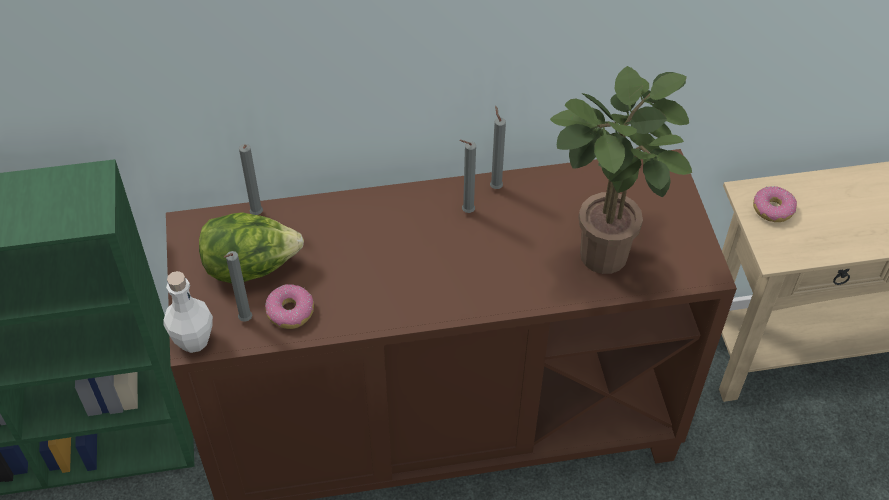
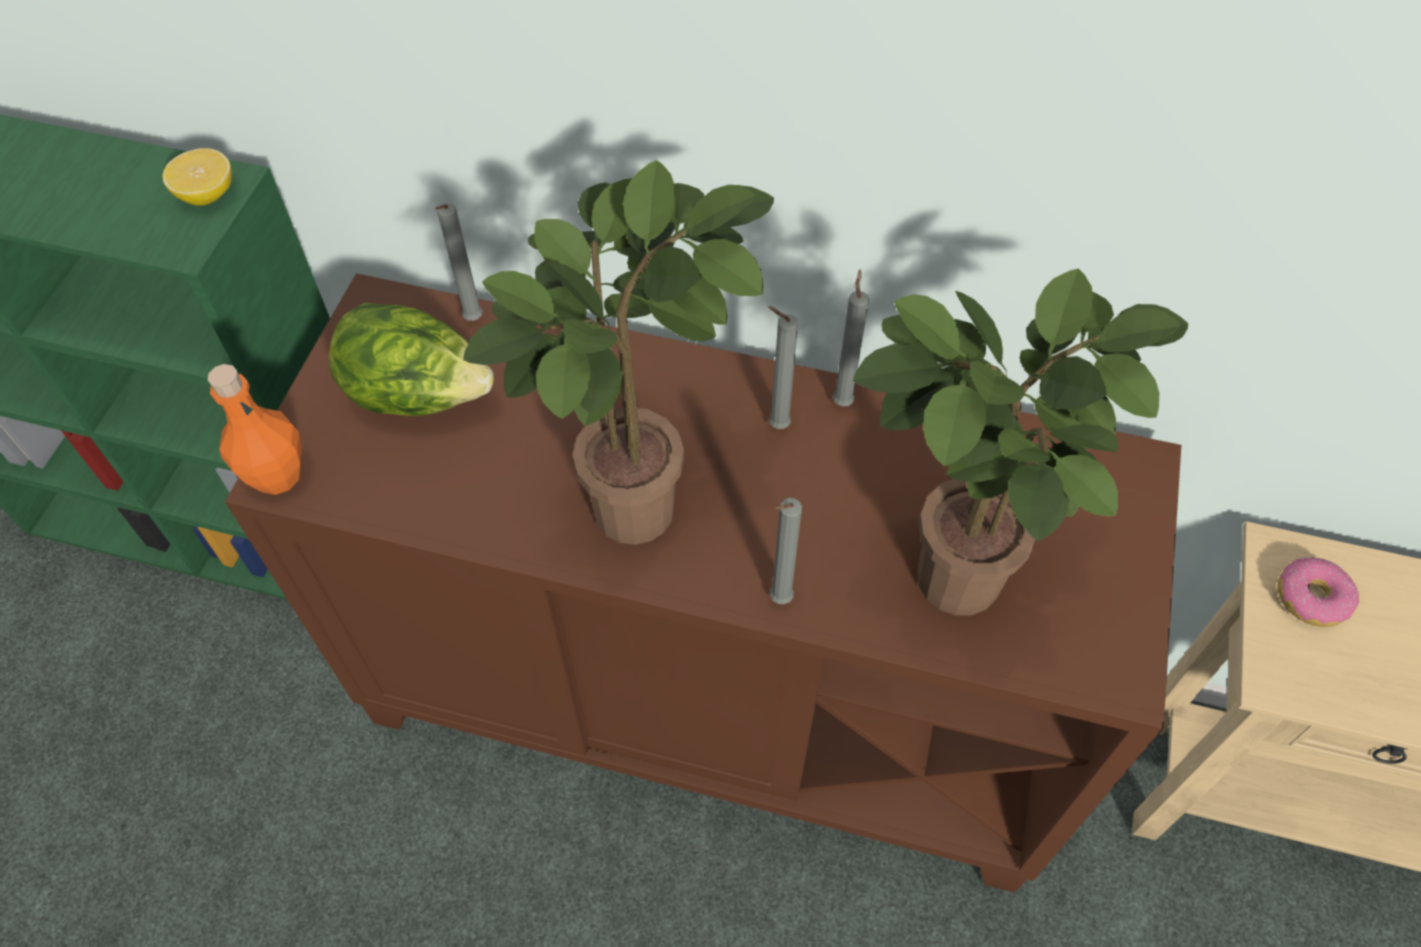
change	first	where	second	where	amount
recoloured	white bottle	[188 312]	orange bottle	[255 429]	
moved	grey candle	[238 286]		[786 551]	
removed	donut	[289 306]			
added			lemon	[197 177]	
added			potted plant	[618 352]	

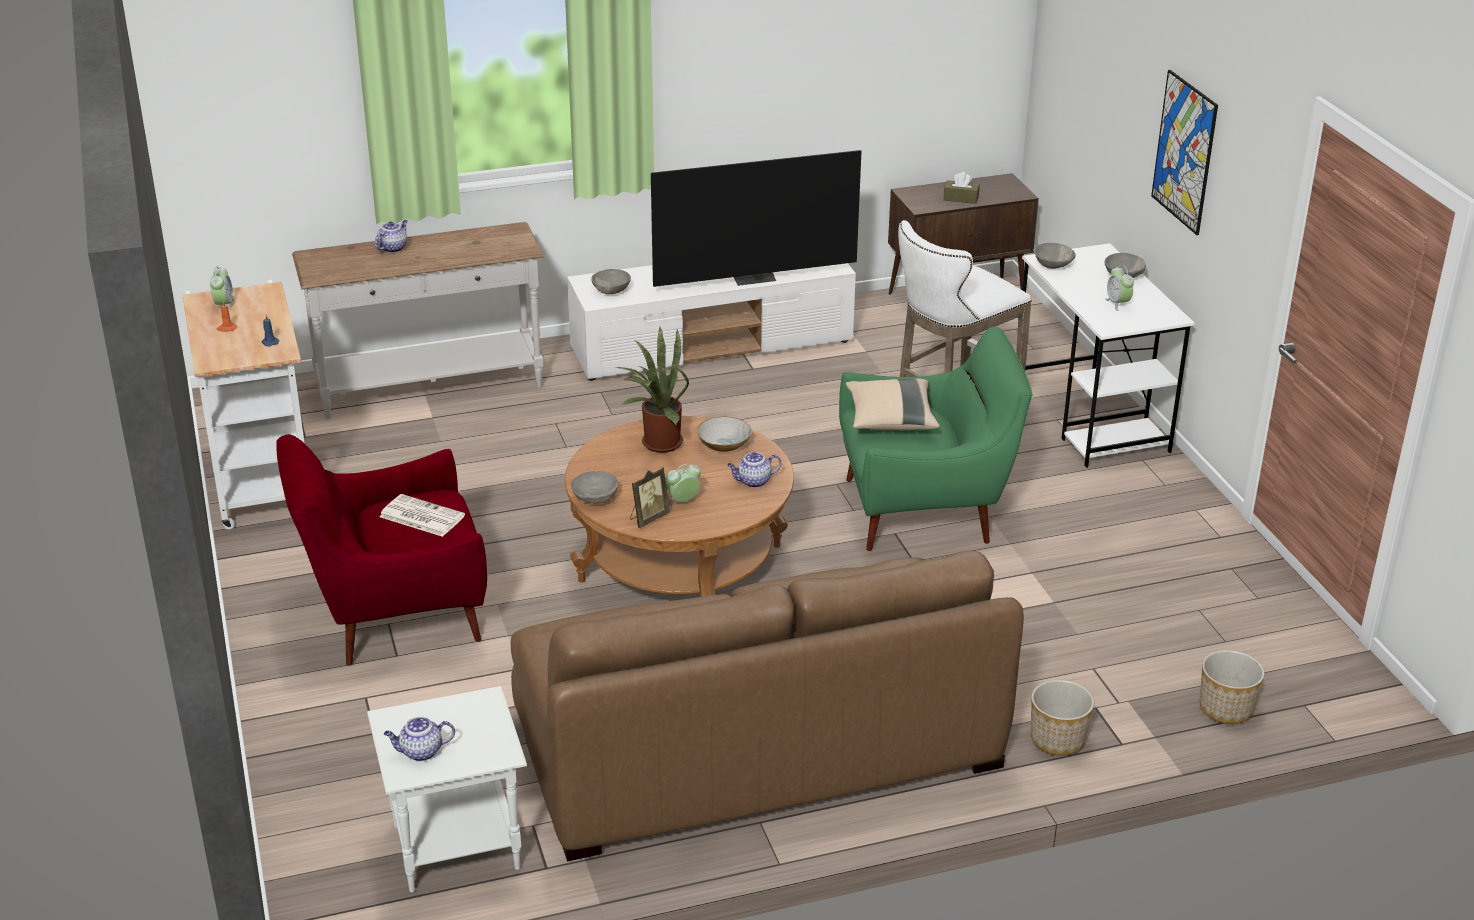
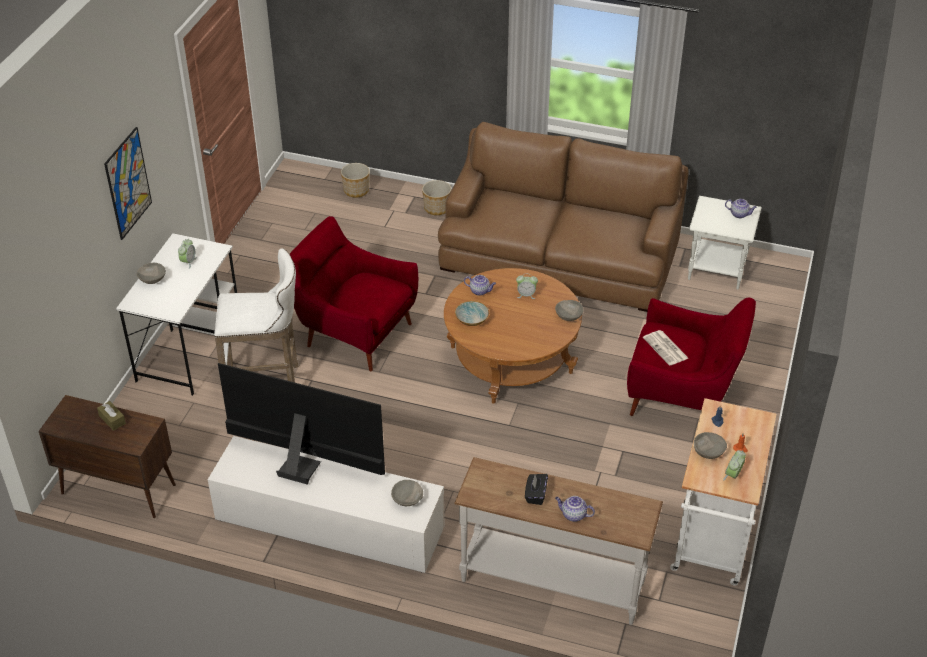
change	first	where	second	where	amount
turned	teapot	[391 236]		[575 509]	45 degrees clockwise
removed	potted plant	[652 390]			
removed	picture frame	[650 497]			
recoloured	green armchair	[936 439]	red armchair	[354 293]	
removed	beige pillow	[893 404]			
moved	grey bowl	[1055 256]		[710 445]	
added			black tissue box	[536 489]	

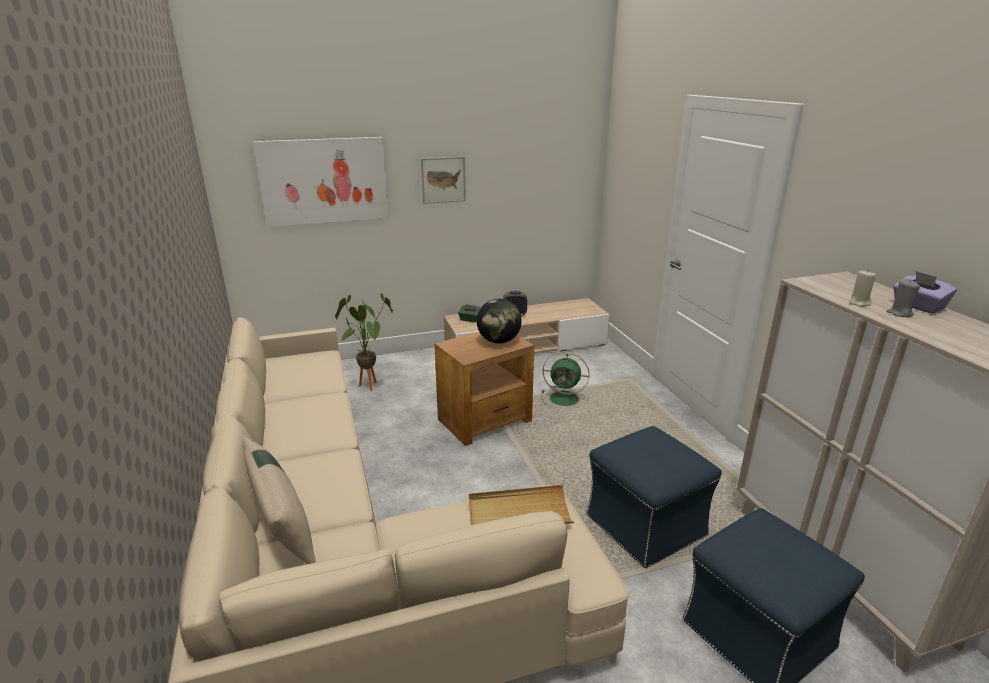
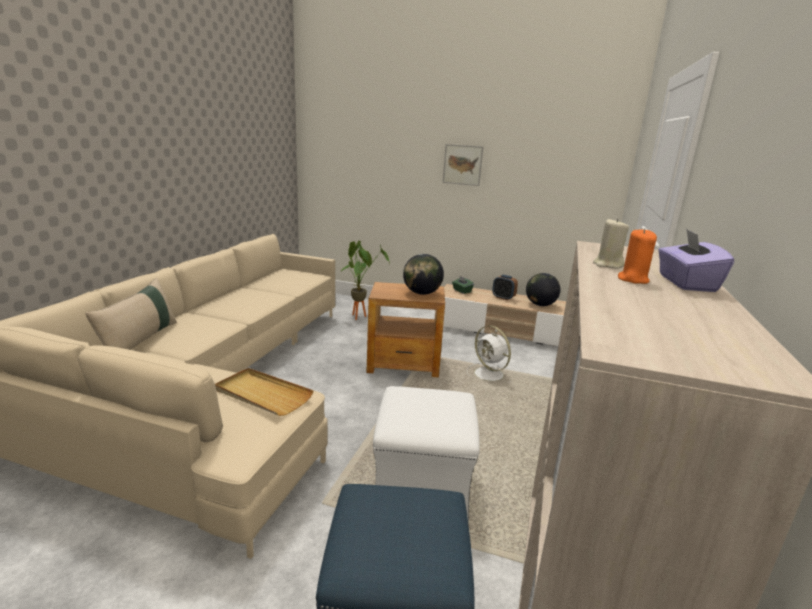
change	first	where	second	where	amount
removed	picture	[321 182]			
recoloured	green fan	[565 379]	white fan	[489 354]	
recoloured	blue ottoman	[654 497]	white ottoman	[426 454]	
recoloured	grey candle	[903 298]	orange candle	[637 256]	
added			globe	[543 289]	

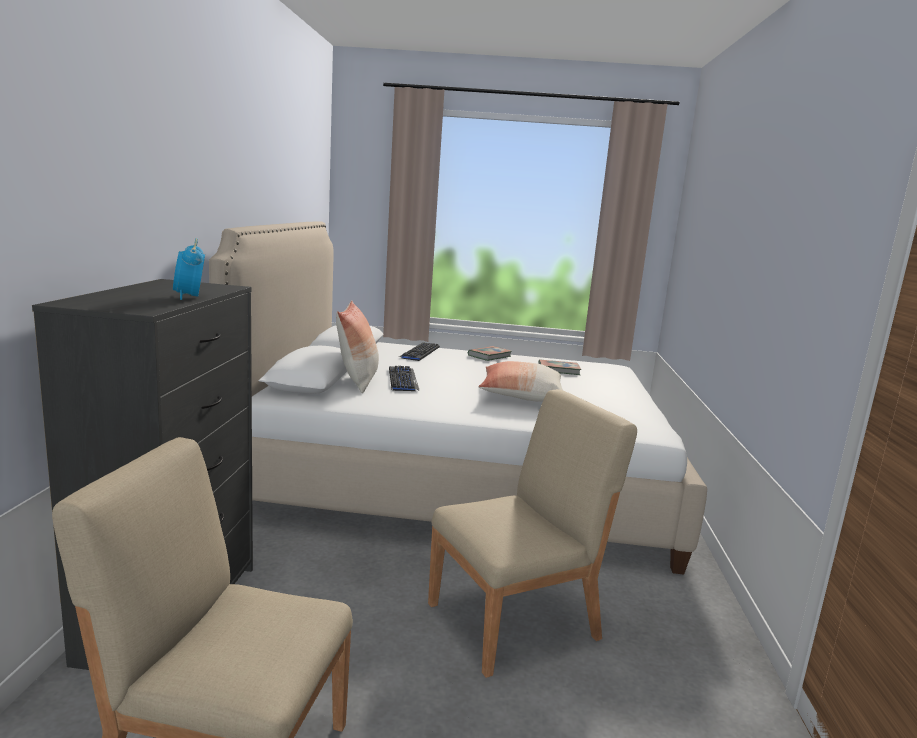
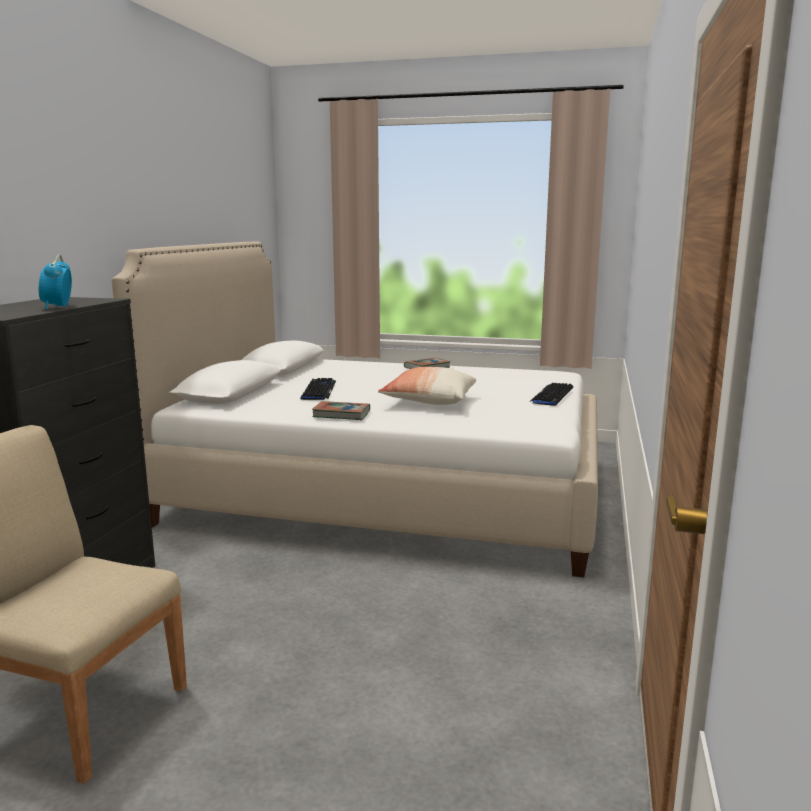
change	first	where	second	where	amount
removed	pillow	[357 346]			
moved	keyboard	[419 352]		[551 394]	
removed	beige chair	[532 533]			
moved	book	[559 367]		[341 410]	

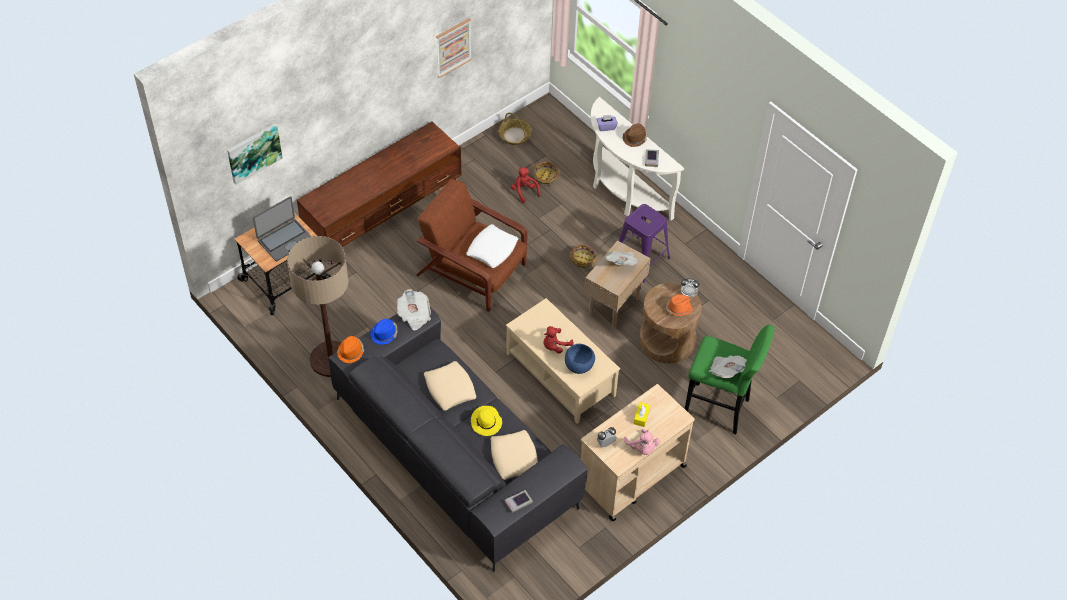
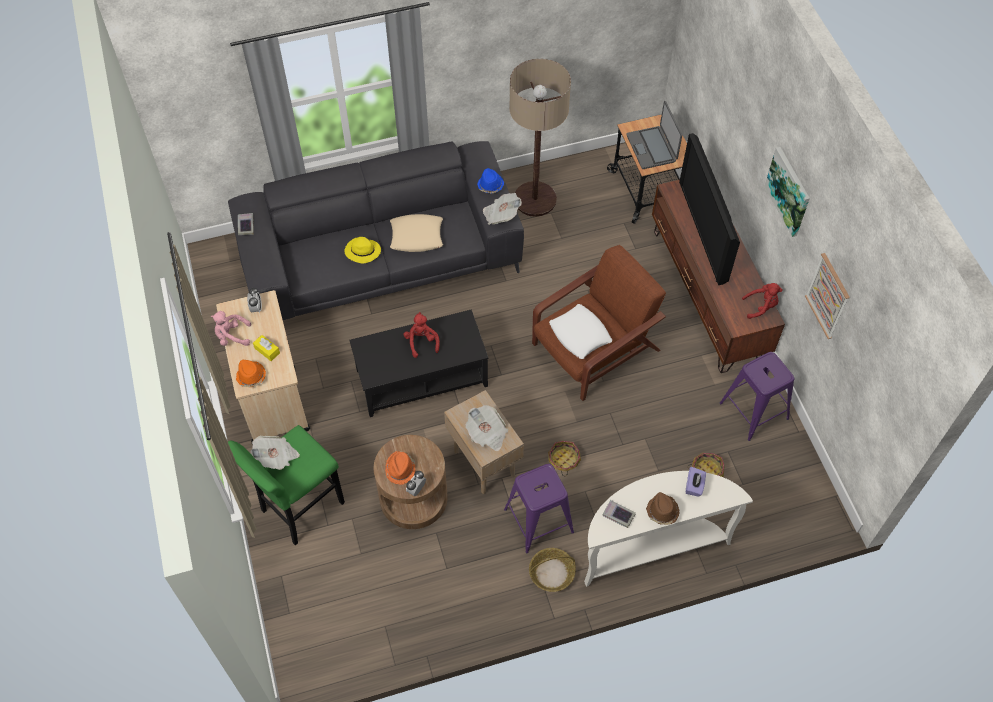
change	first	where	second	where	amount
moved	picture	[255 154]		[787 192]	
moved	orange hat	[350 349]		[251 373]	
removed	beige pillow	[514 455]			
moved	basket	[515 128]		[552 570]	
recoloured	beige coffee table	[563 361]	black coffee table	[418 363]	
moved	red plush toy	[525 184]		[762 301]	
removed	blue bowl	[580 359]			
added			television	[709 209]	
added			purple stool	[757 396]	

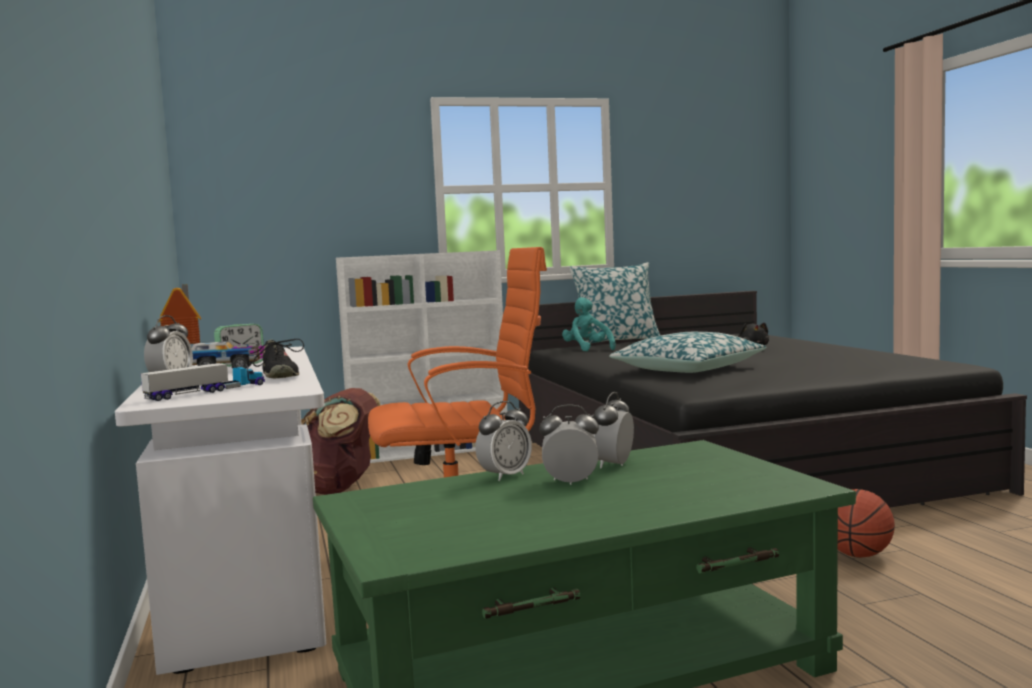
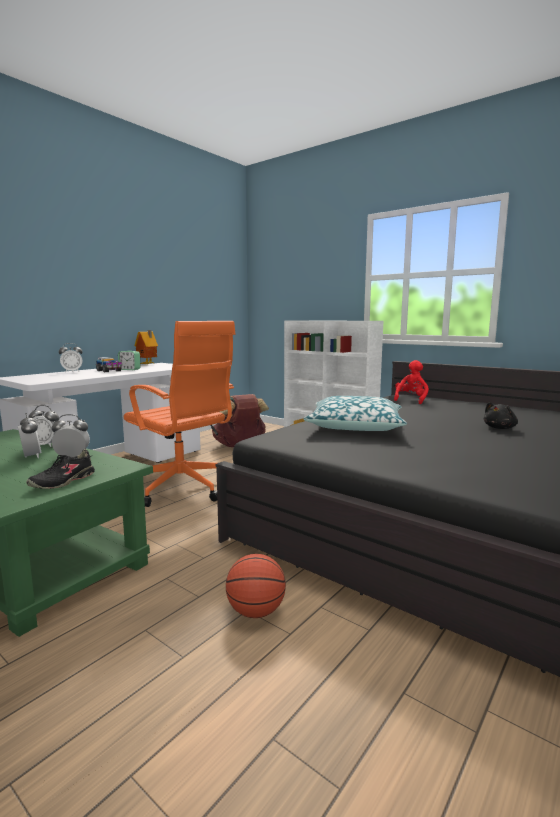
change	first	where	second	where	amount
removed	toy truck	[203 382]			
moved	black shoe	[274 358]		[60 469]	
recoloured	turquoise plush toy	[589 324]	red plush toy	[411 382]	
removed	pillow	[615 303]			

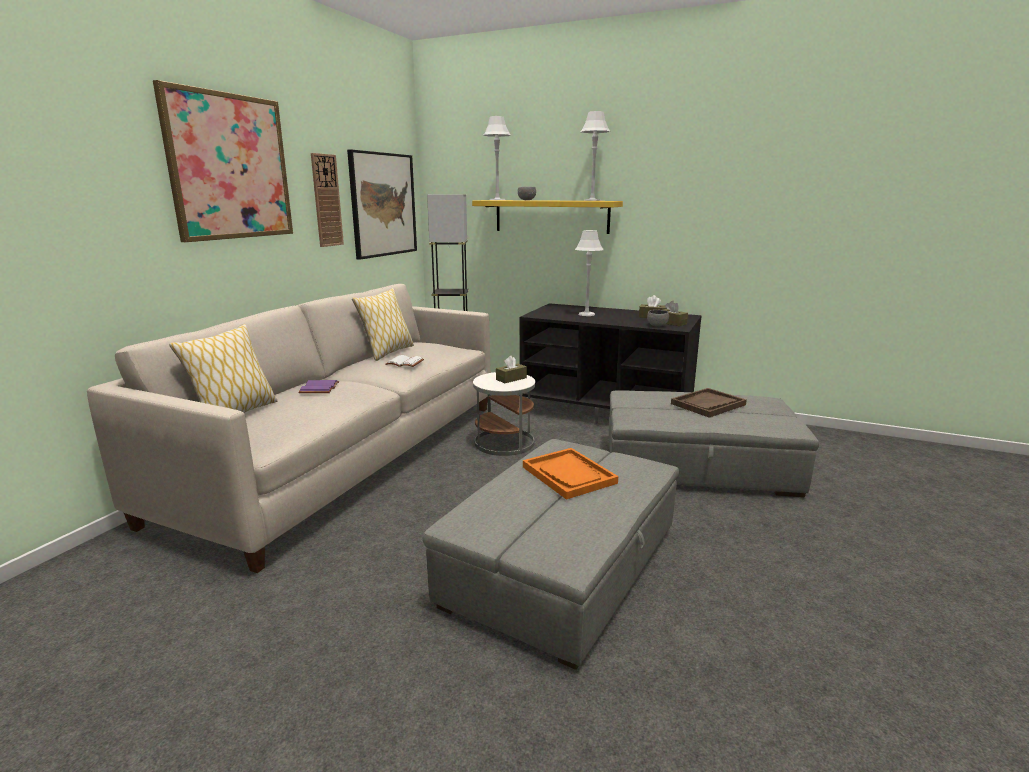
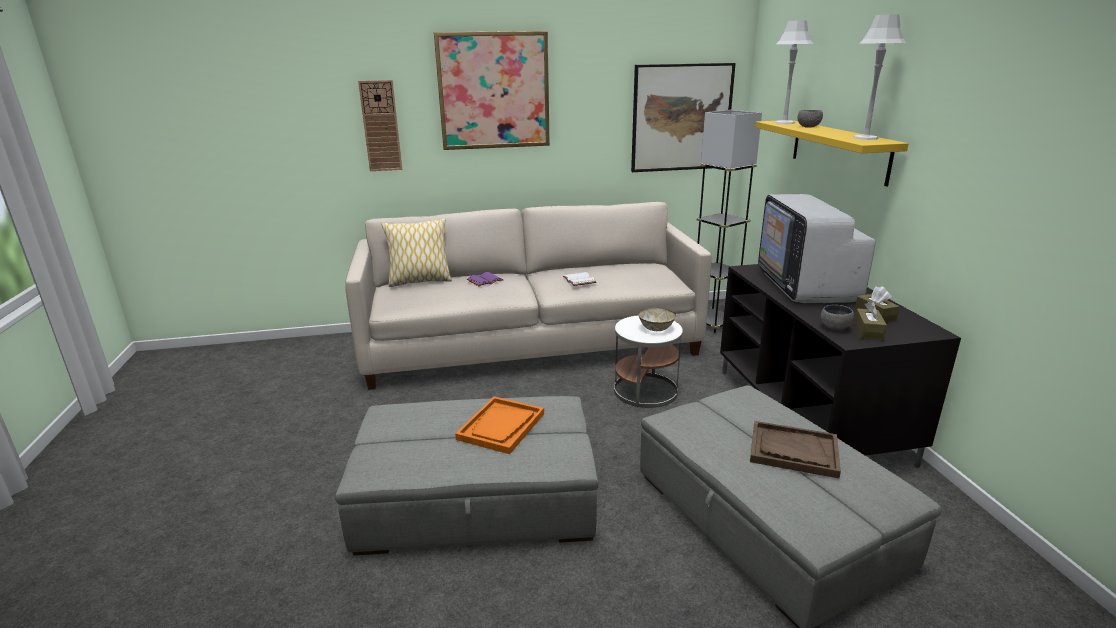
change	first	where	second	where	amount
moved	wall clock	[327 200]		[380 125]	
removed	pillow	[383 324]			
replaced	brown tissue box	[511 369]	bowl	[657 319]	
replaced	grey table lamp	[589 273]	television	[817 248]	

